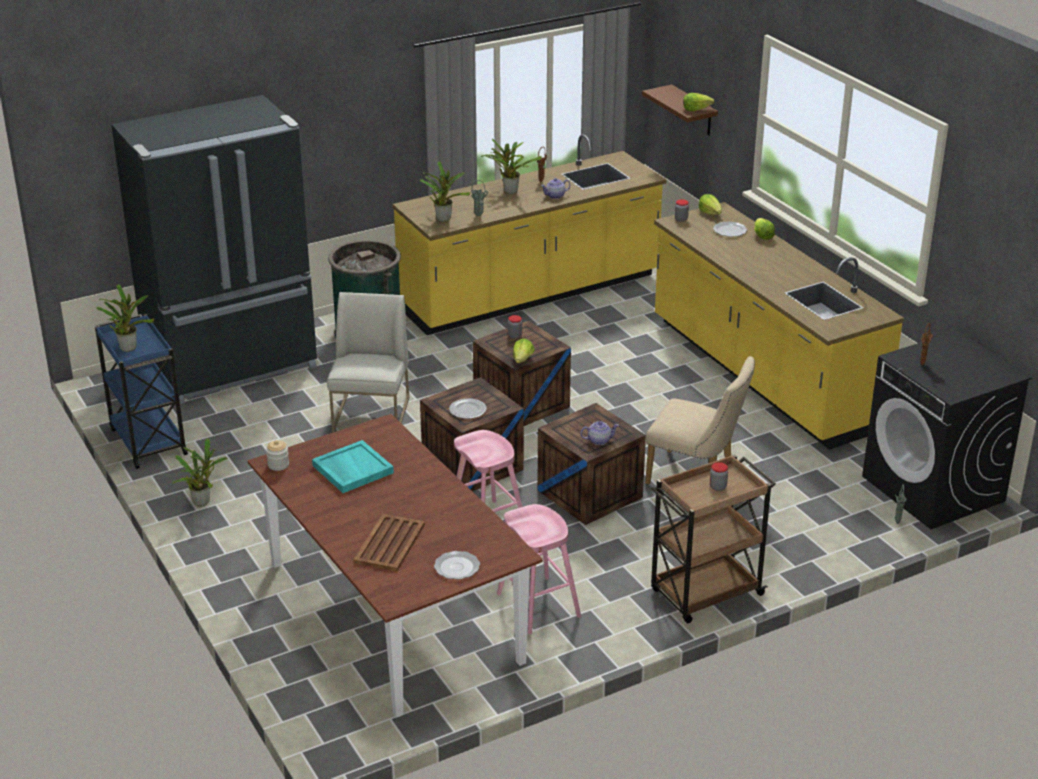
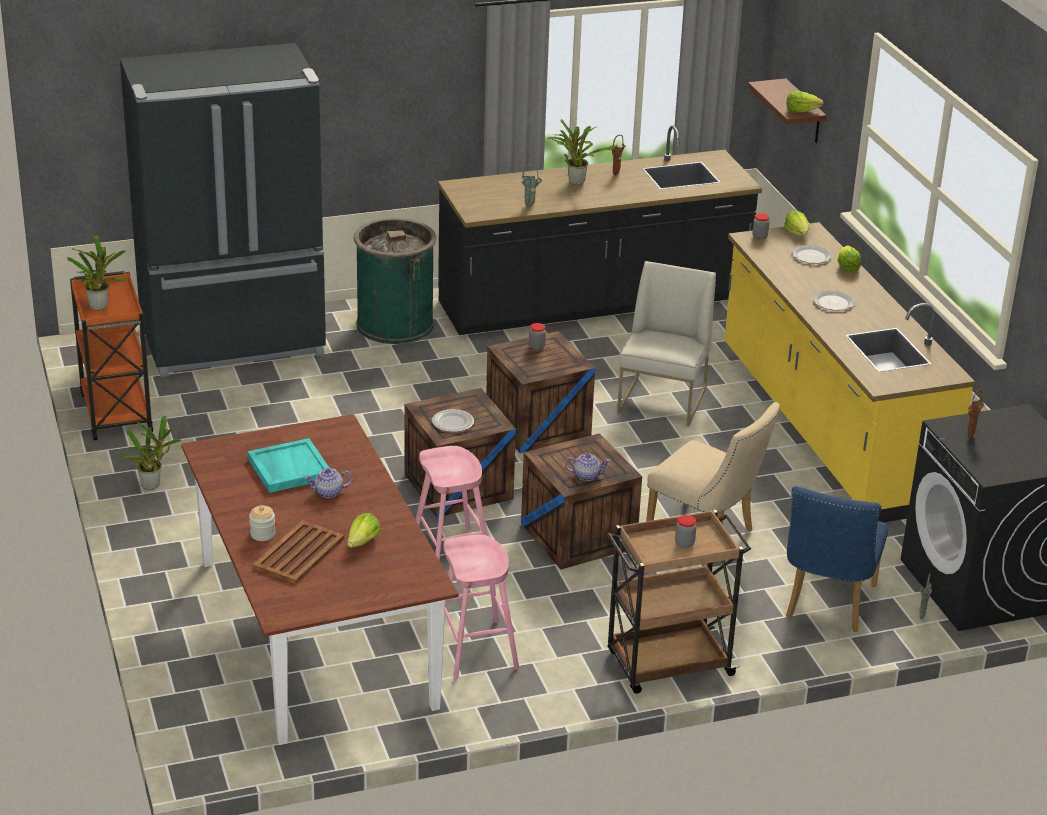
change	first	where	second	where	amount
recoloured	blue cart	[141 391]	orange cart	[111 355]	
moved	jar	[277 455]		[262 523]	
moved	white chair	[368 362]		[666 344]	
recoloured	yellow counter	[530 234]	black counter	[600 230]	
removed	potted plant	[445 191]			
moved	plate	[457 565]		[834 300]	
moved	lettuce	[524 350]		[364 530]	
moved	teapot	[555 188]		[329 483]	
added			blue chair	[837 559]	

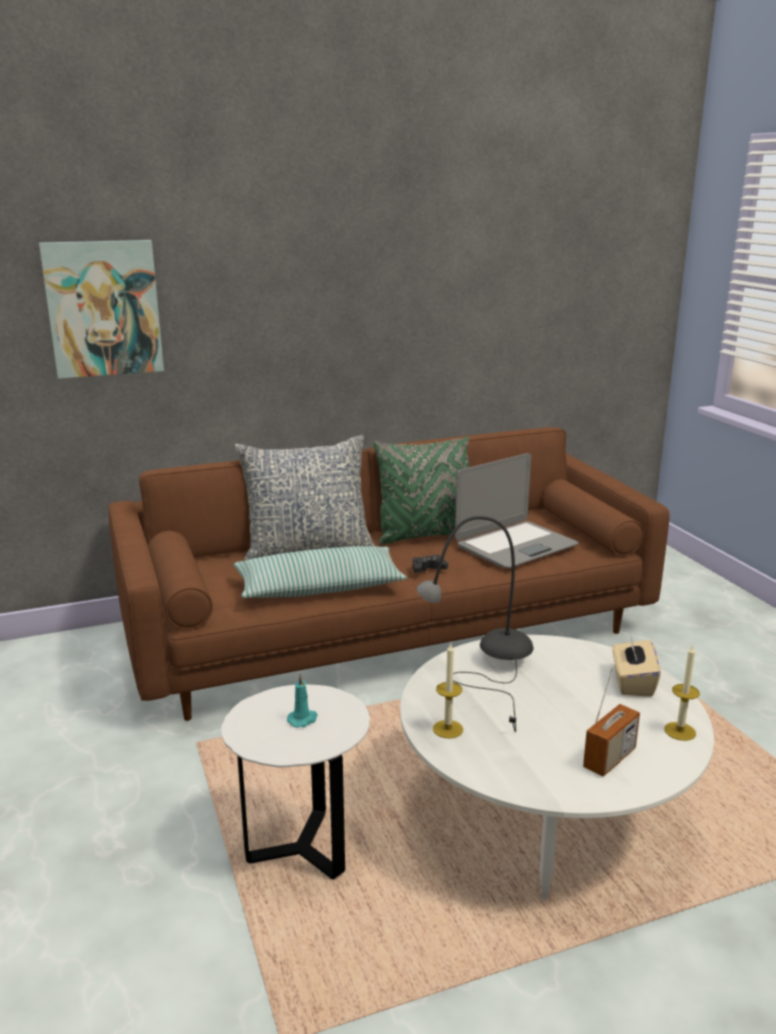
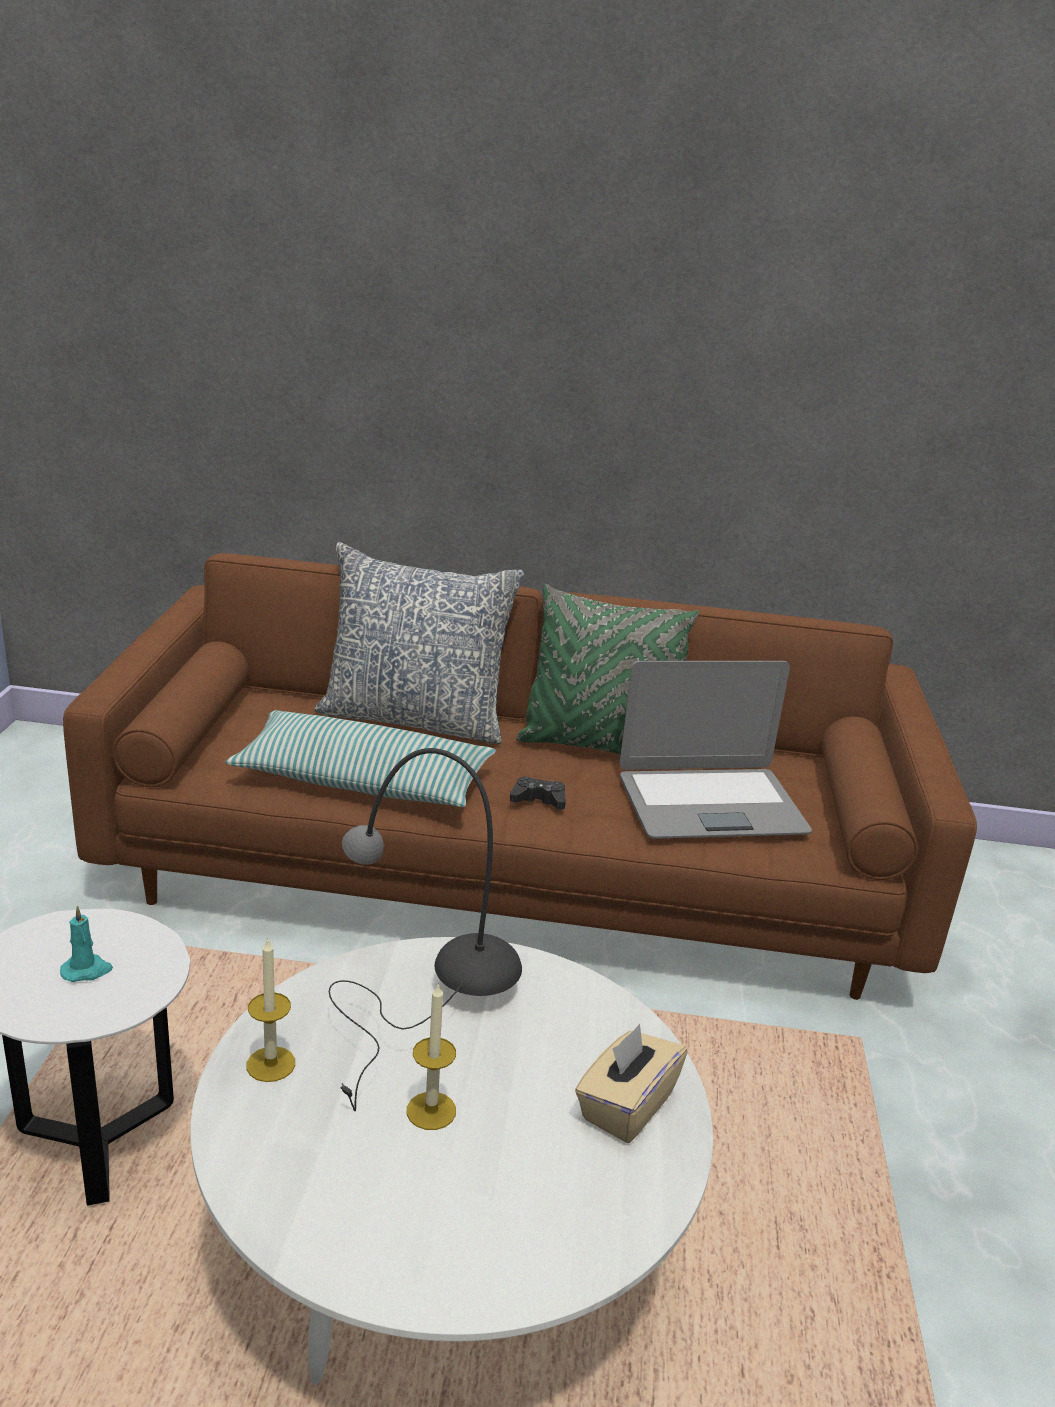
change	first	where	second	where	amount
removed	picture	[101 309]			
removed	radio	[611 722]			
moved	candle	[682 693]		[431 1056]	

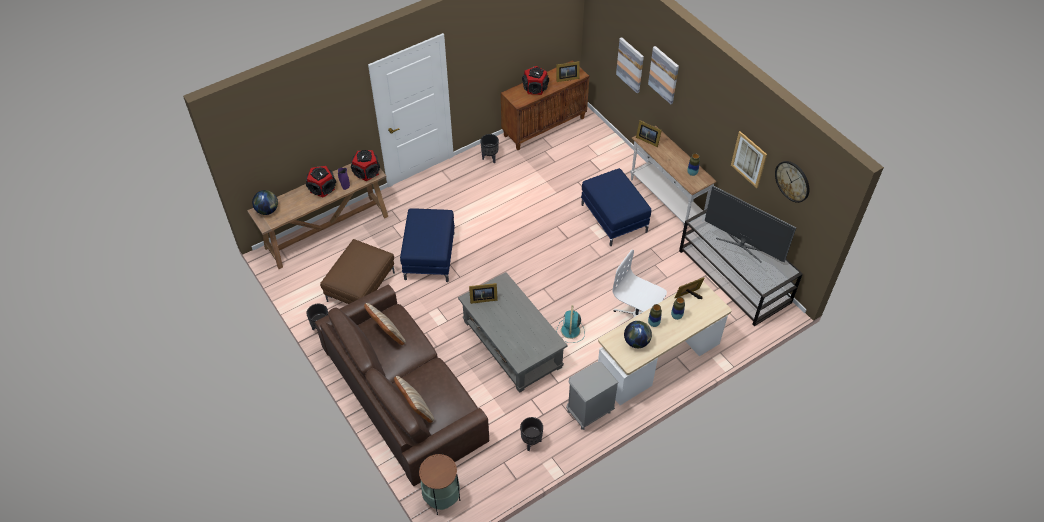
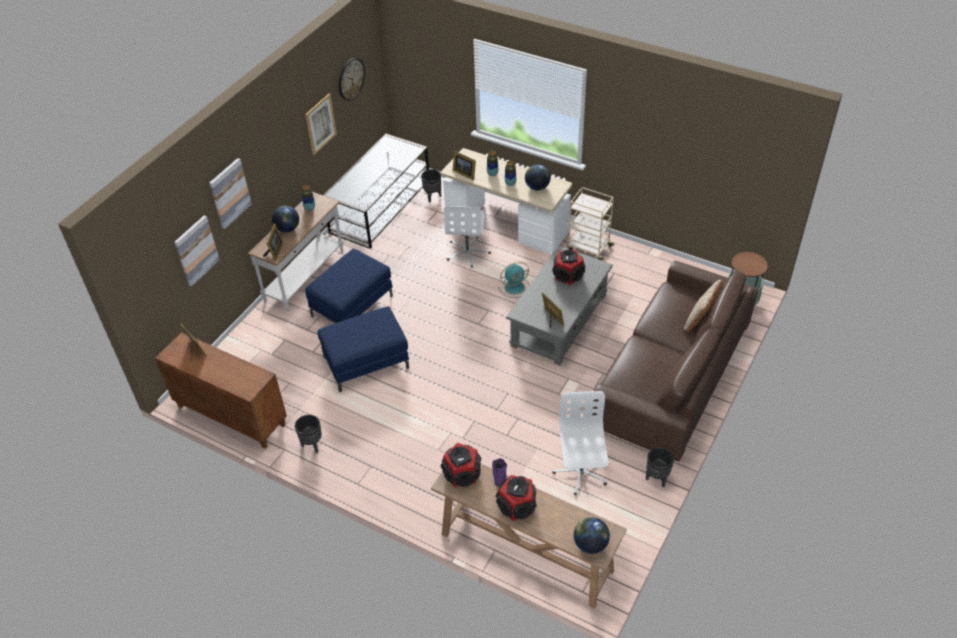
change	first	where	second	where	amount
replaced	brown ottoman	[357 271]	white office chair	[580 443]	
removed	beige pillow	[385 324]			
moved	blue ottoman	[427 245]		[363 349]	
moved	black planter	[531 434]		[431 185]	
moved	speaker	[535 80]		[568 267]	
replaced	grey nightstand	[592 396]	beige cart	[590 224]	
removed	television	[750 224]			
added			globe	[285 219]	

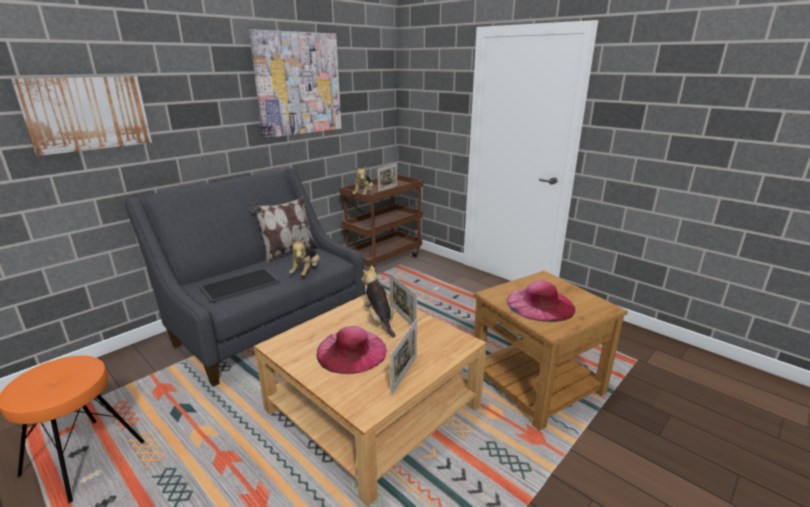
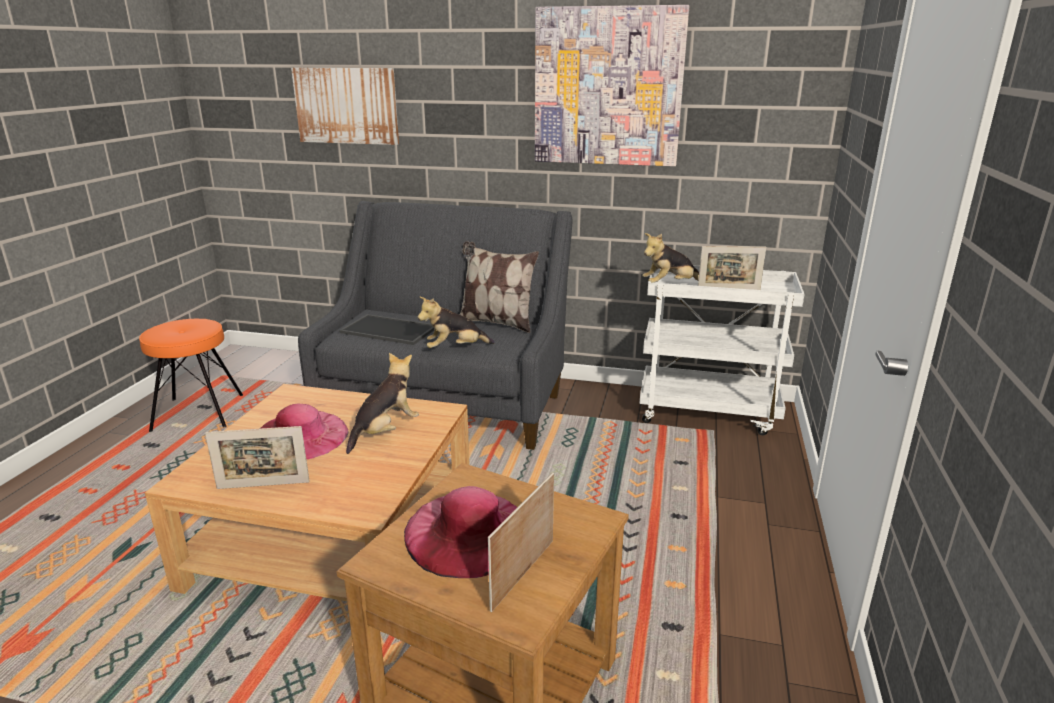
change	first	where	second	where	amount
recoloured	brown cart	[381 223]	white cart	[721 350]	
moved	picture frame	[403 299]		[521 542]	

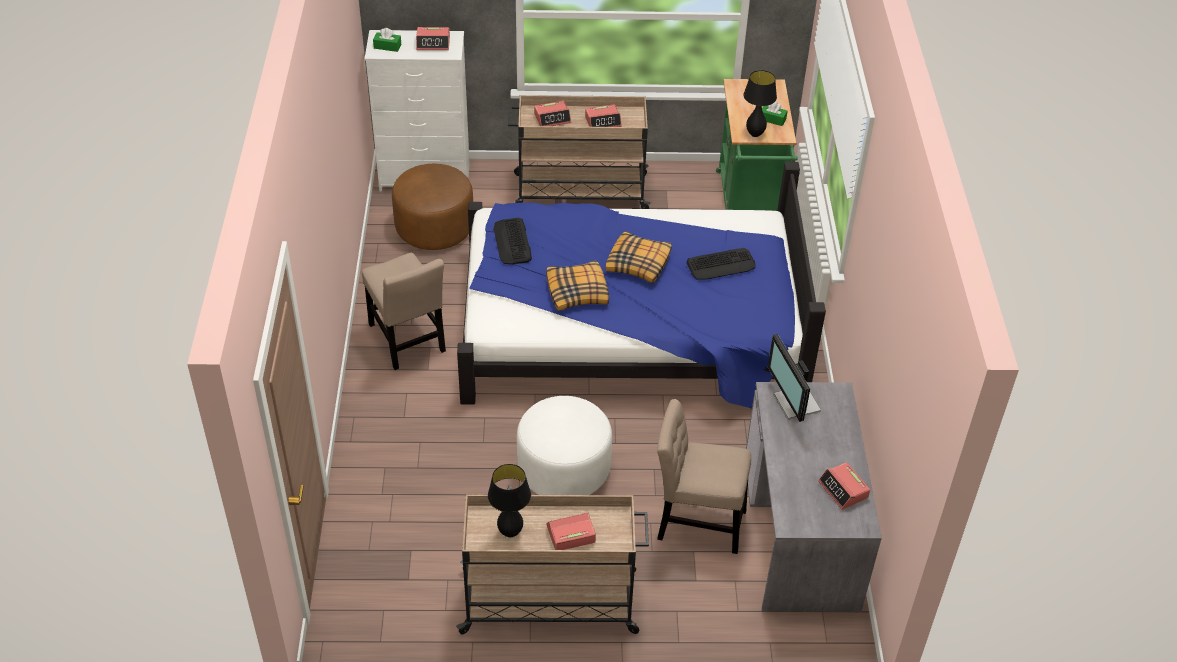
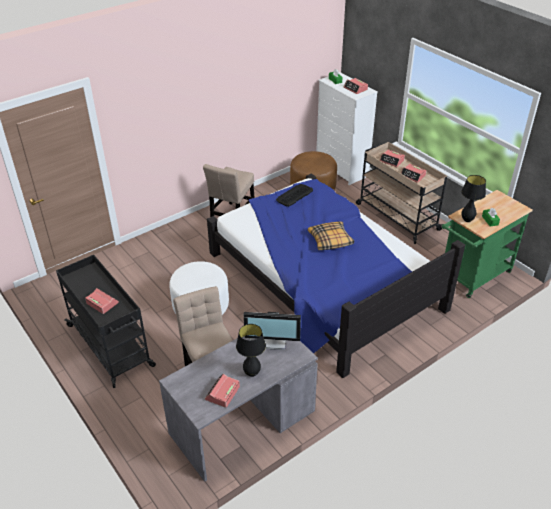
change	first	where	second	where	amount
recoloured	beige cart	[552 564]	black cart	[106 321]	
moved	black table lamp	[509 500]		[251 350]	
removed	pillow	[577 285]			
removed	keyboard	[721 264]			
turned	monitor	[794 378]		[272 331]	120 degrees counterclockwise

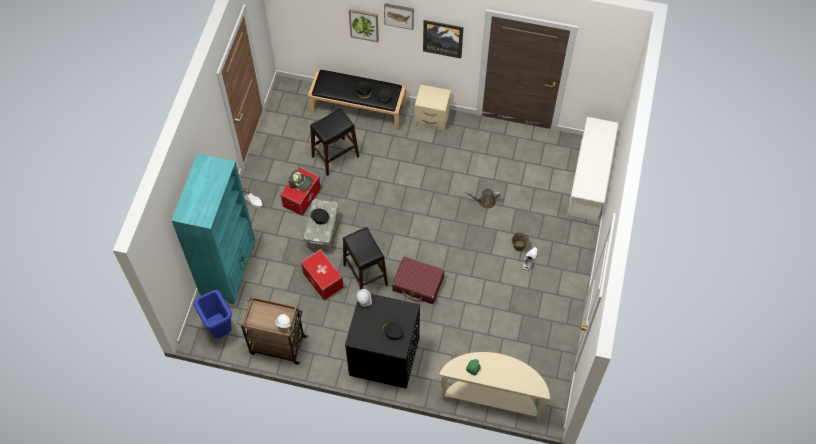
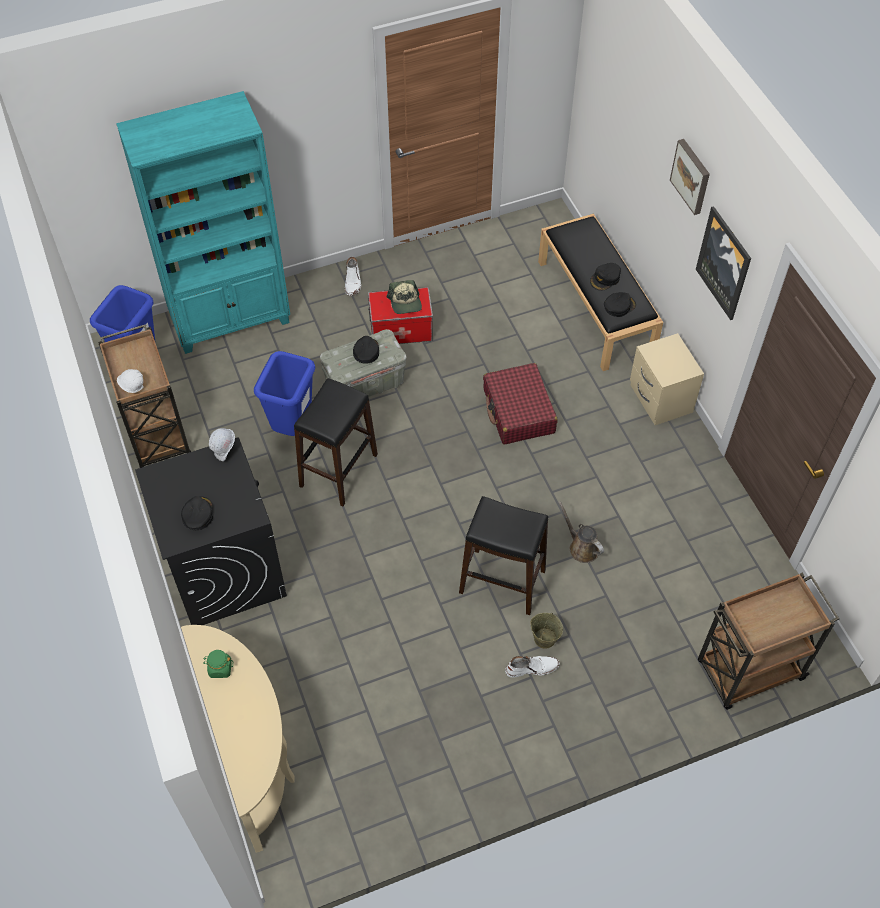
change	first	where	second	where	amount
replaced	storage box	[322 274]	blue trash can	[284 393]	
moved	black stool	[334 142]		[503 555]	
removed	picture	[364 25]			
moved	red suitcase	[418 280]		[520 404]	
replaced	white shoe rack	[592 169]	brown cart	[768 641]	

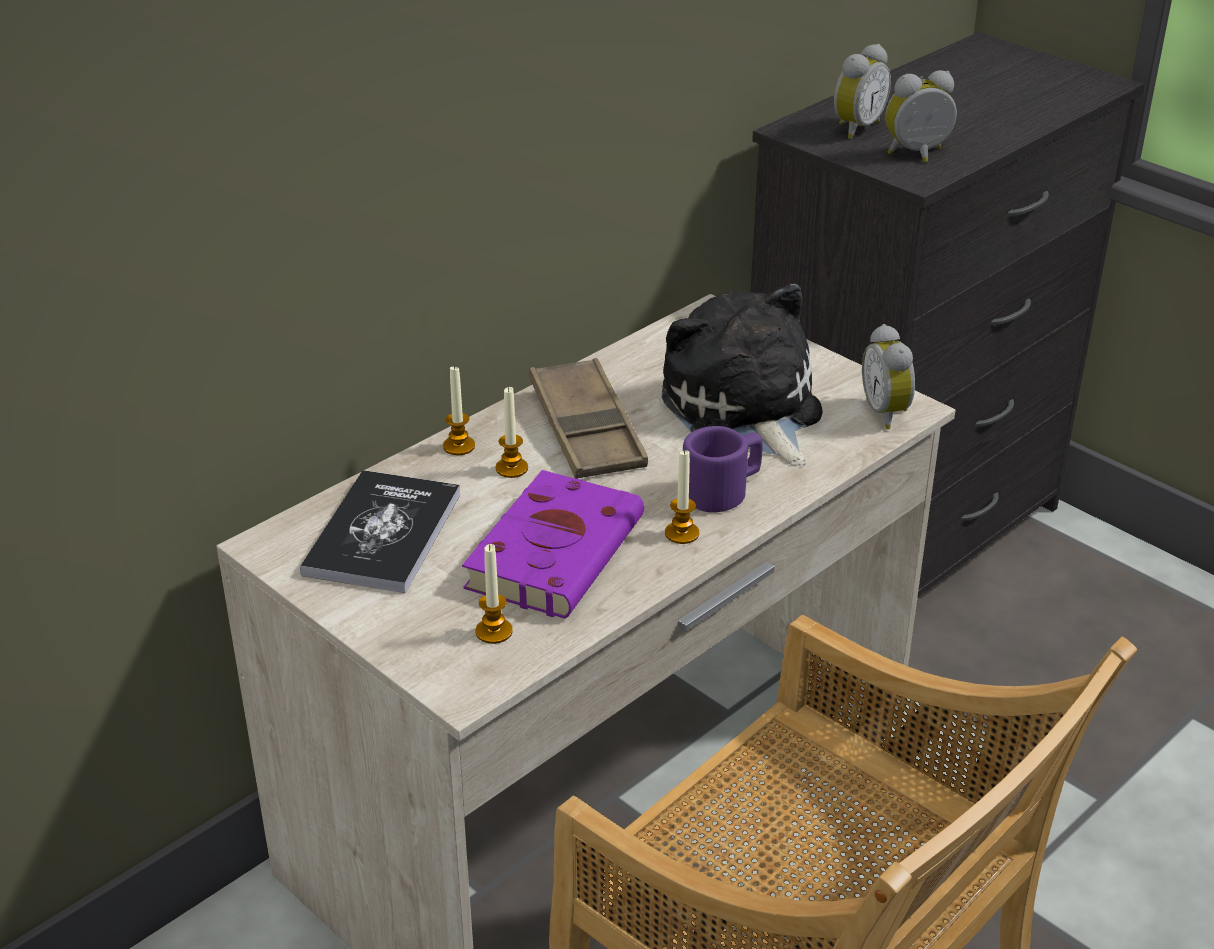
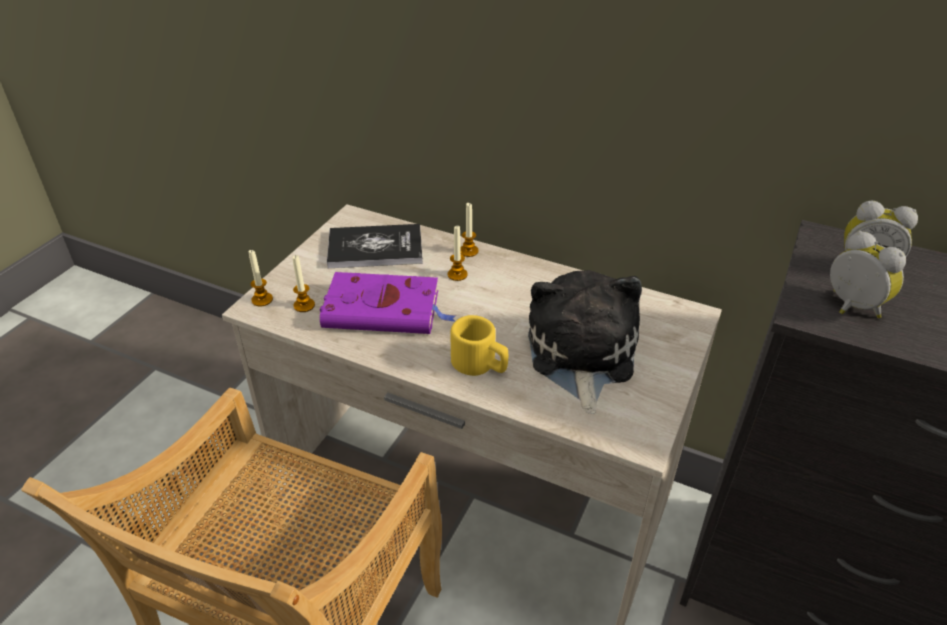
change	first	where	second	where	amount
removed	brown tray	[588 418]			
turned	plush toy	[742 374]		[585 342]	45 degrees counterclockwise
moved	candle	[682 496]		[260 278]	
recoloured	purple mug	[723 469]	yellow mug	[479 345]	
removed	alarm clock	[888 376]			

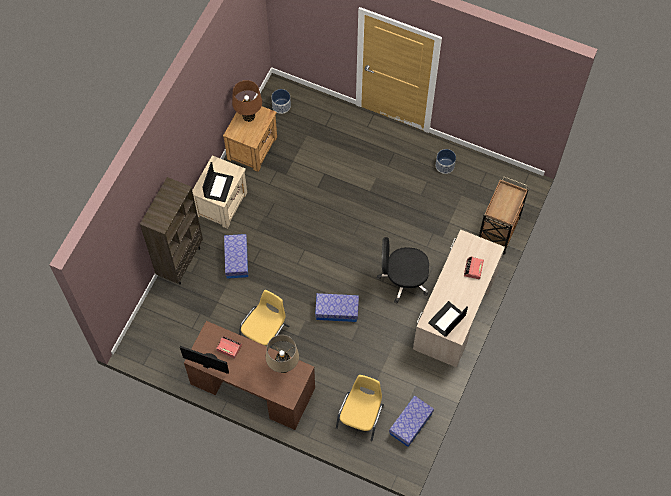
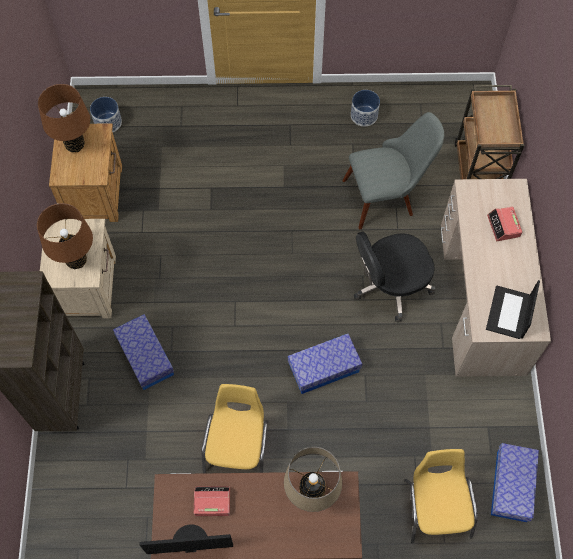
change	first	where	second	where	amount
replaced	laptop	[218 182]	brown table lamp	[65 236]	
added			grey chair	[393 170]	

